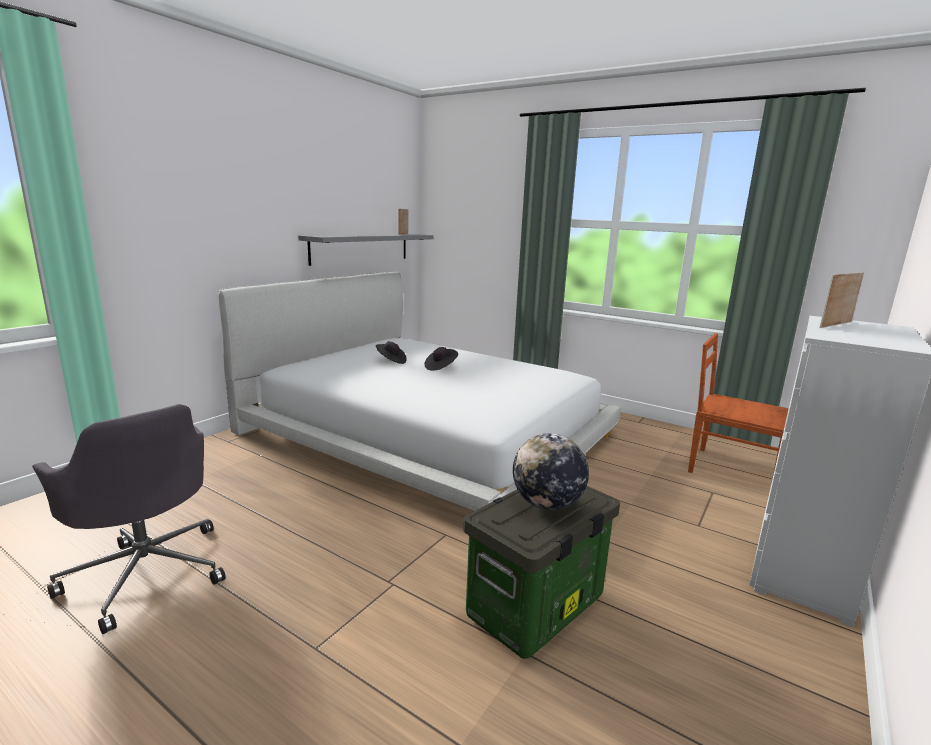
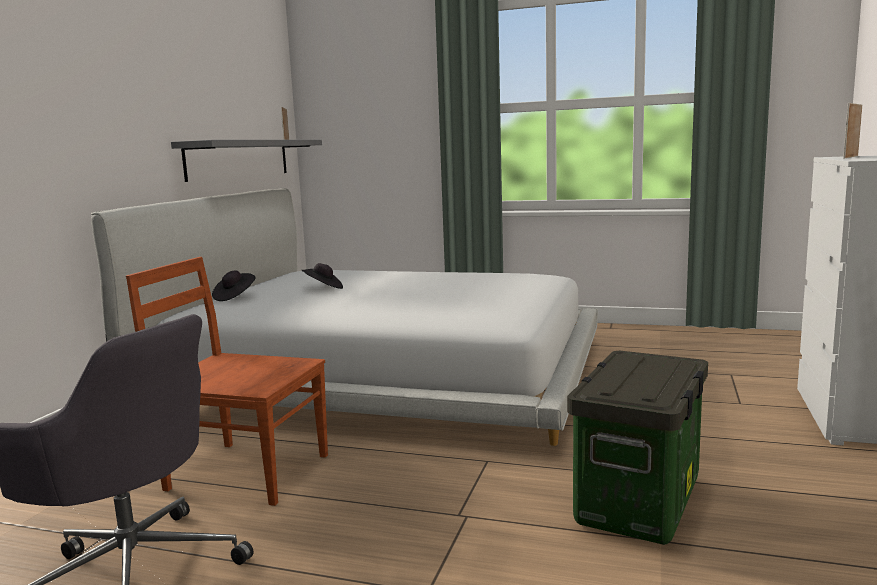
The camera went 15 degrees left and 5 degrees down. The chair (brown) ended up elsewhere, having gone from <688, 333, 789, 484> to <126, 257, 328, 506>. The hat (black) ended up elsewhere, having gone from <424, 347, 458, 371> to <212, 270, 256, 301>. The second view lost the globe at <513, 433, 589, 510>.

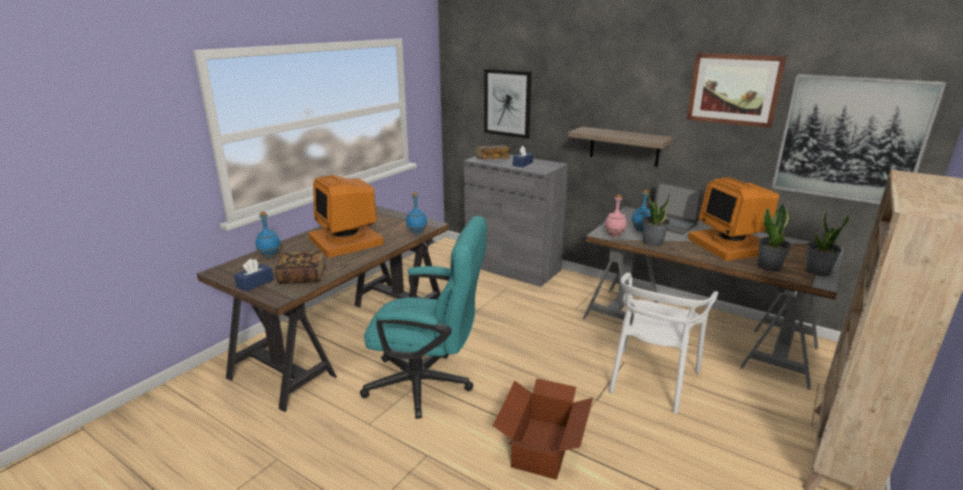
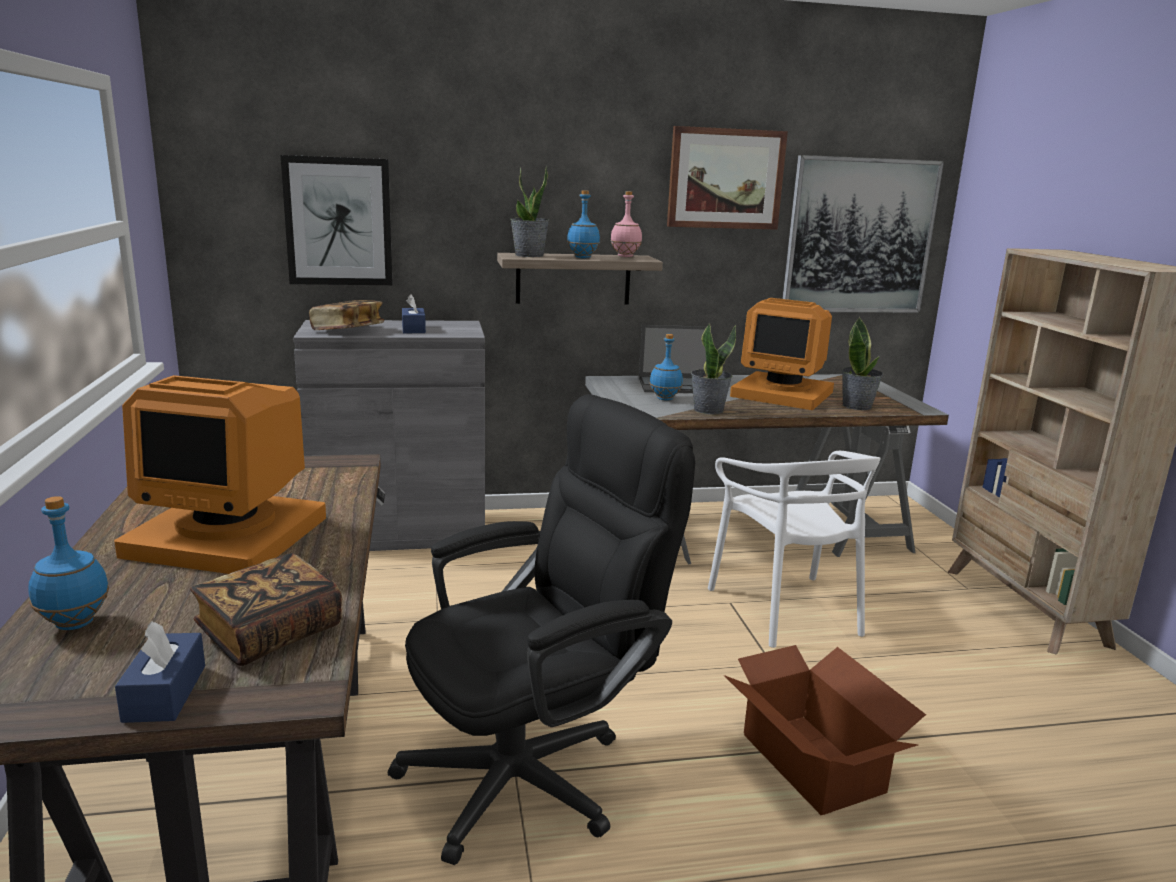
The camera went 45 degrees left and 5 degrees down. The bottle (blue) ended up elsewhere, having gone from <406, 192, 427, 234> to <567, 190, 600, 258>. The bottle (pink) ended up elsewhere, having gone from <605, 195, 627, 237> to <610, 191, 642, 257>. The potted plant ended up elsewhere, having gone from <806, 208, 850, 276> to <510, 166, 549, 257>. What was the office chair (turquoise) at <360, 216, 487, 419> turned into the office chair (black) at <388, 394, 695, 865>.

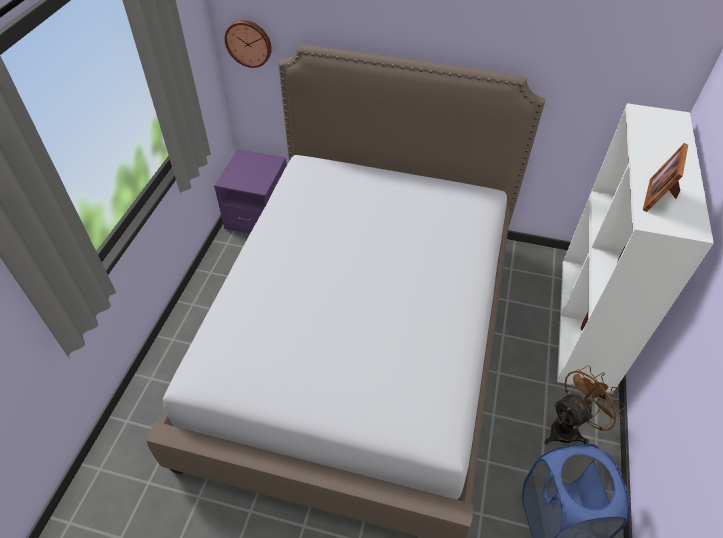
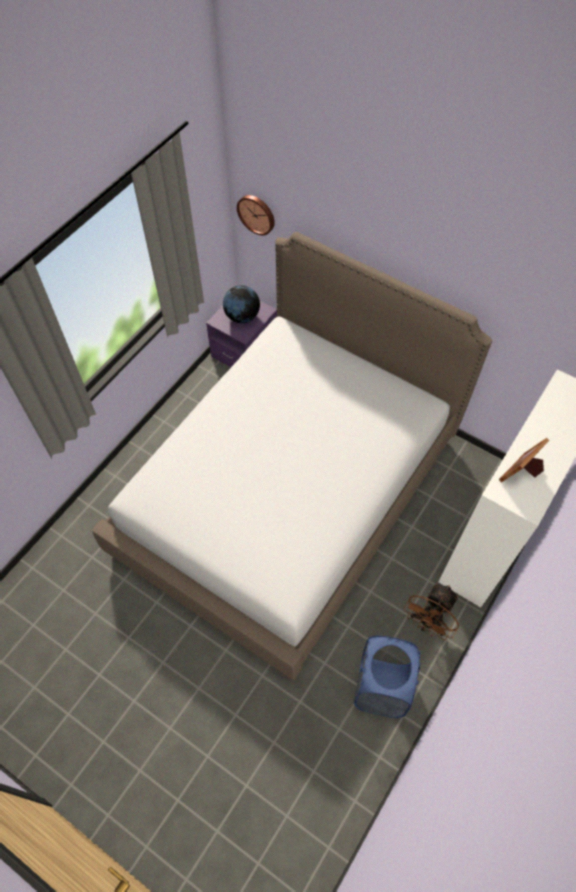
The camera went 20 degrees right and 10 degrees up. The fan (brown) at <544, 366, 626, 445> ended up facing another way, 135 degrees clockwise from before. The second view gained the globe at <223, 285, 260, 323>.

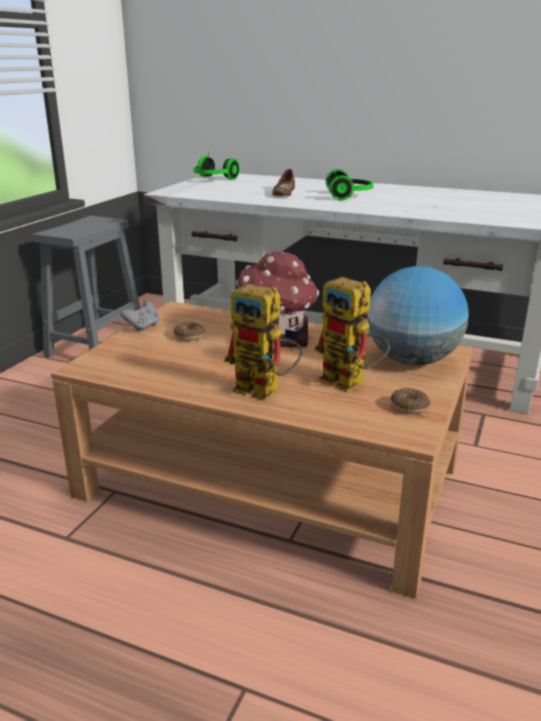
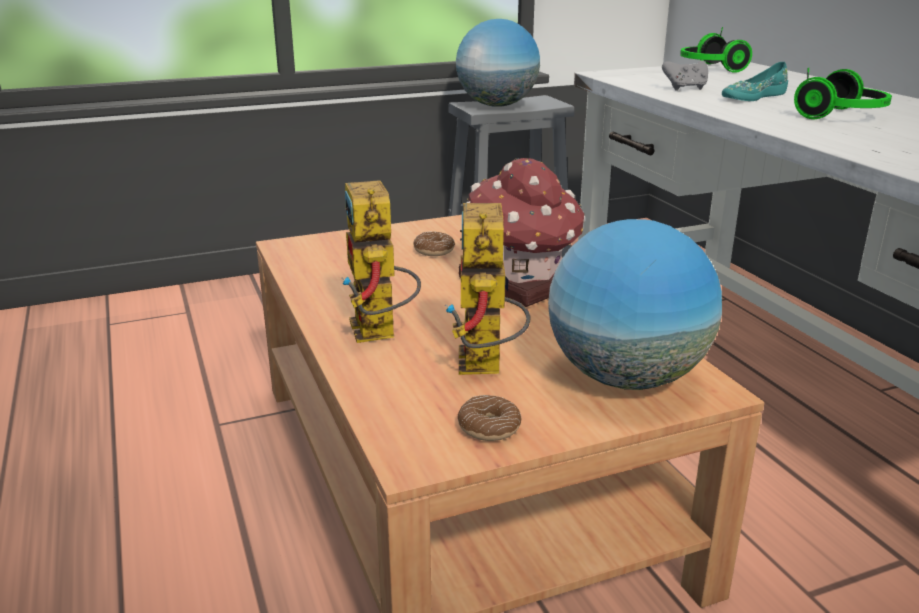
The camera went 45 degrees right and 0 degrees up. What was the shoe (brown) at <272, 169, 295, 196> turned into the shoe (turquoise) at <722, 62, 788, 101>. The game controller (grey) ended up elsewhere, having gone from <120, 301, 159, 332> to <662, 60, 708, 91>. The second view gained the globe at <456, 19, 540, 107>.

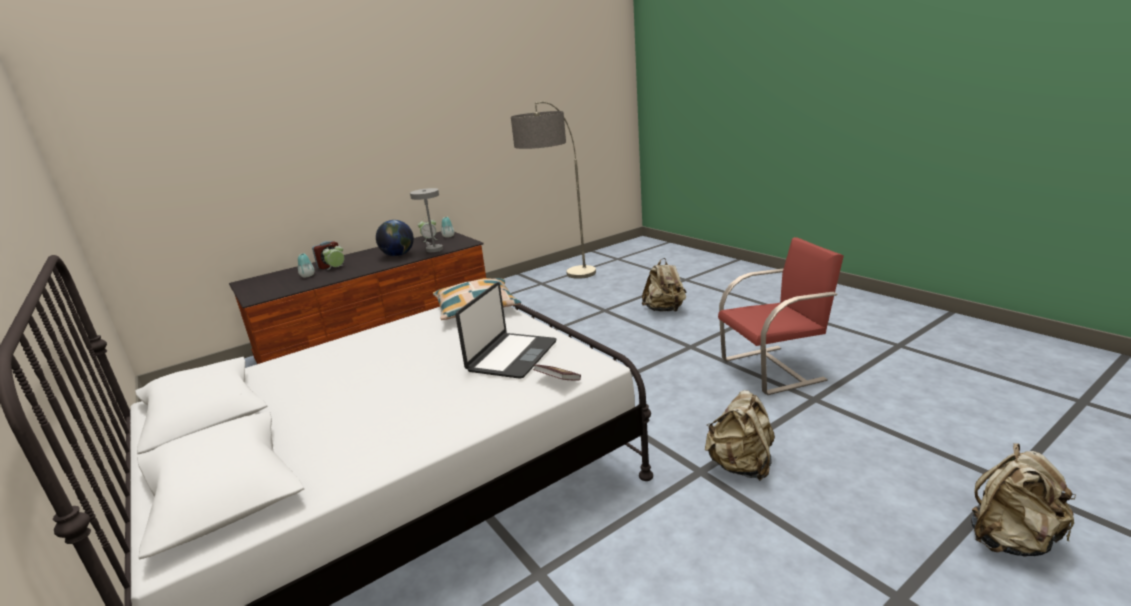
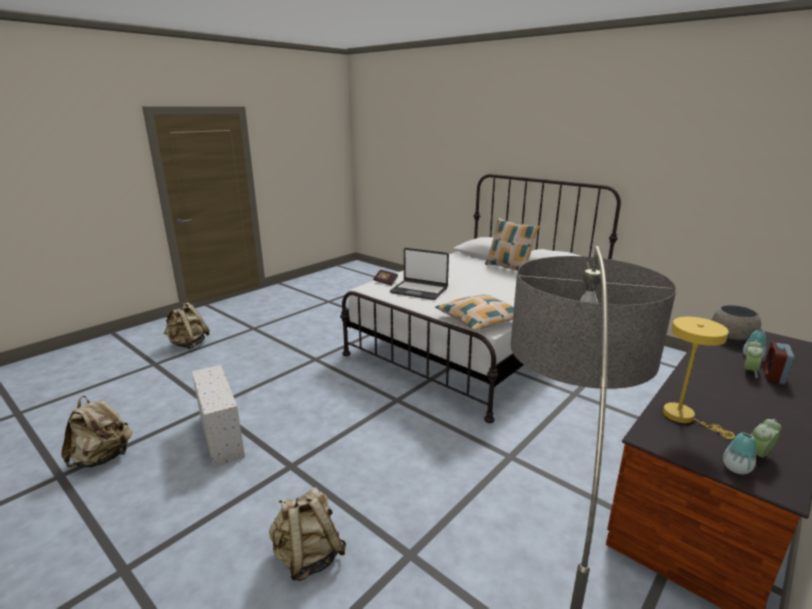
The camera went 165 degrees right and 0 degrees up. What was the table lamp (grey) at <410, 188, 443, 252> turned into the table lamp (yellow) at <663, 317, 735, 439>. The second view lost the globe at <376, 220, 414, 256>. Where the chair (red) stood at <718, 237, 844, 395>, the storage box (white) came to stand at <192, 365, 245, 467>. The laptop at <455, 282, 556, 379> ended up facing another way, 75 degrees counterclockwise from before. The backpack (beige) ended up elsewhere, having gone from <705, 390, 775, 481> to <61, 396, 132, 468>. The second view gained the pillow at <485, 218, 540, 271>. The second view gained the bowl (grey) at <712, 305, 762, 340>.

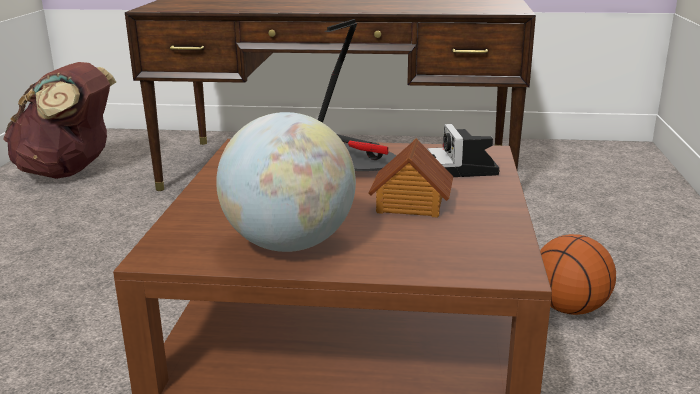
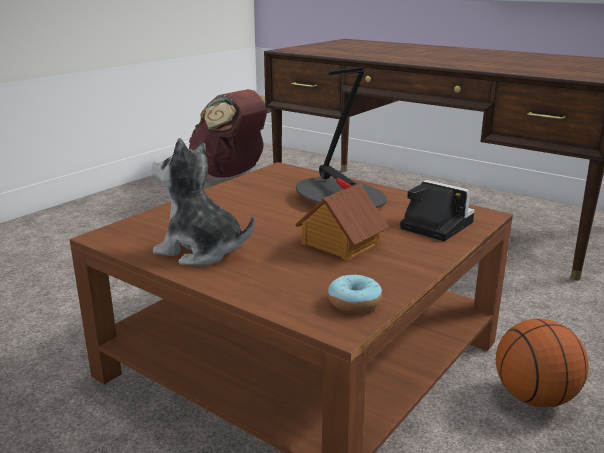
The camera went 30 degrees right and 0 degrees up. Where the globe stood at <216, 112, 356, 252>, the plush toy came to stand at <151, 138, 254, 266>. The photo camera at <427, 124, 500, 177> ended up facing another way, 105 degrees clockwise from before. The second view gained the donut at <328, 274, 382, 313>.

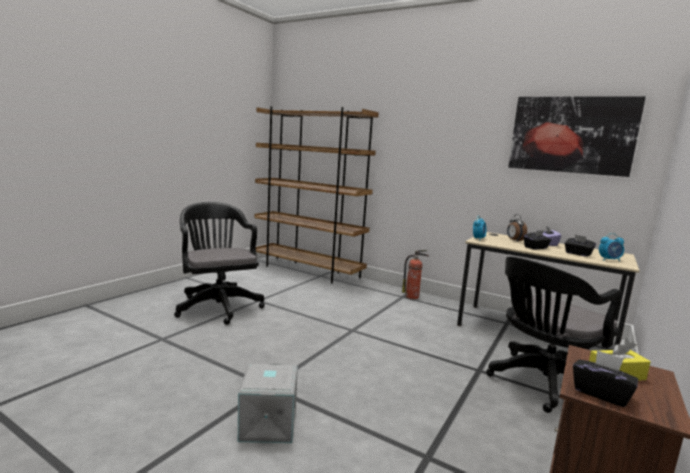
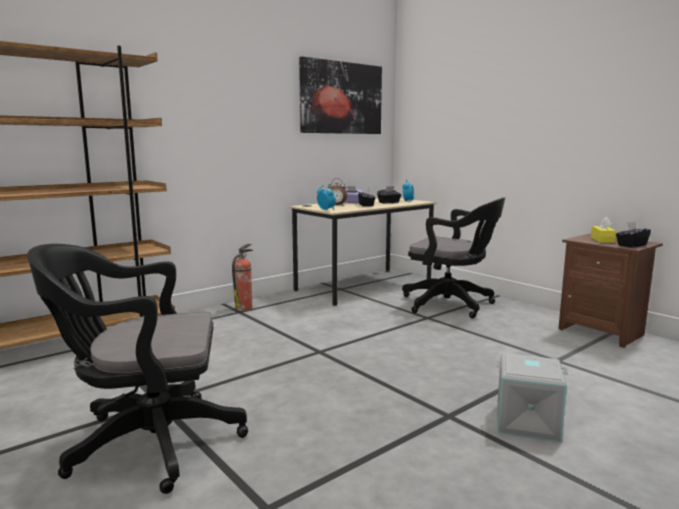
The camera went 70 degrees left and 0 degrees up. The office chair (black) at <486, 257, 622, 413> ended up facing another way, 45 degrees counterclockwise from before.

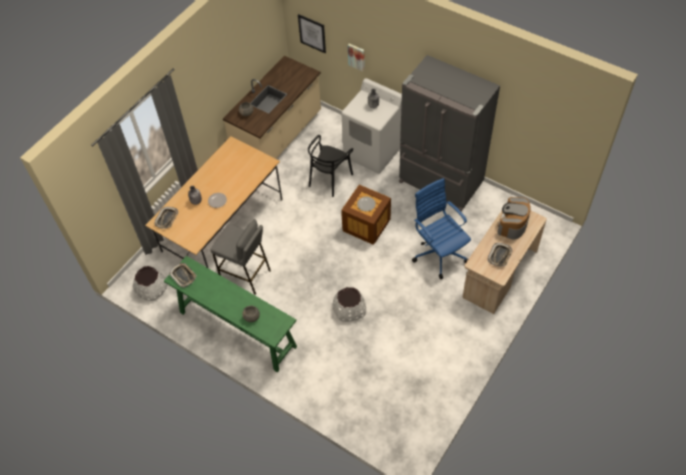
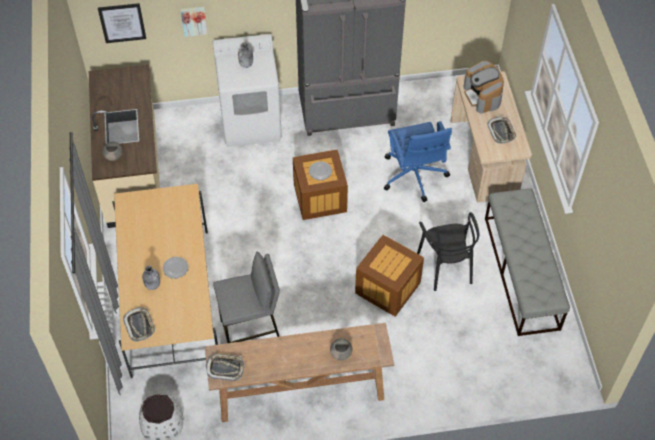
The camera went 45 degrees left and 0 degrees up. The chair (black) ended up elsewhere, having gone from <308, 135, 353, 197> to <417, 212, 479, 291>. The office chair (blue) at <412, 178, 471, 279> ended up facing another way, 120 degrees counterclockwise from before. What was the console table (green) at <164, 256, 297, 373> turned into the console table (brown) at <205, 323, 394, 422>. Where the planter (white) stood at <333, 287, 366, 322>, the crate came to stand at <355, 235, 424, 316>. The second view gained the bench (grey) at <485, 188, 570, 336>.

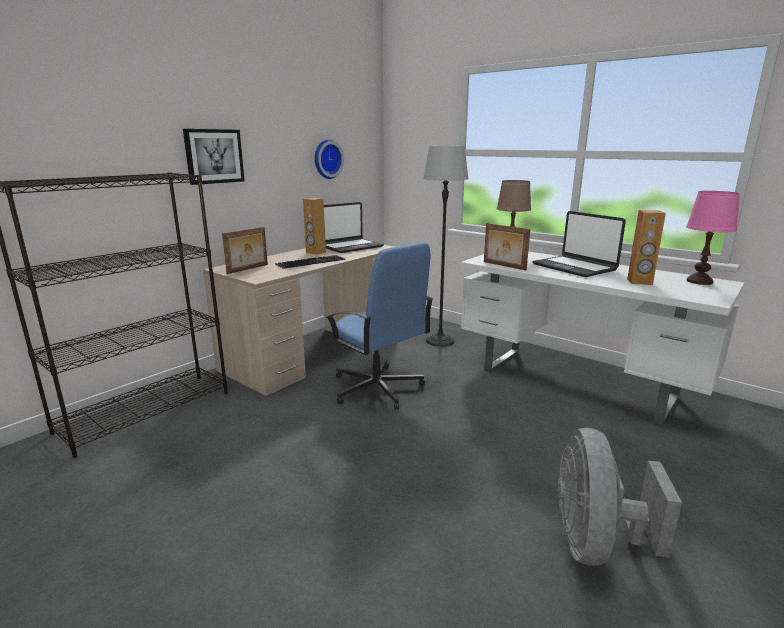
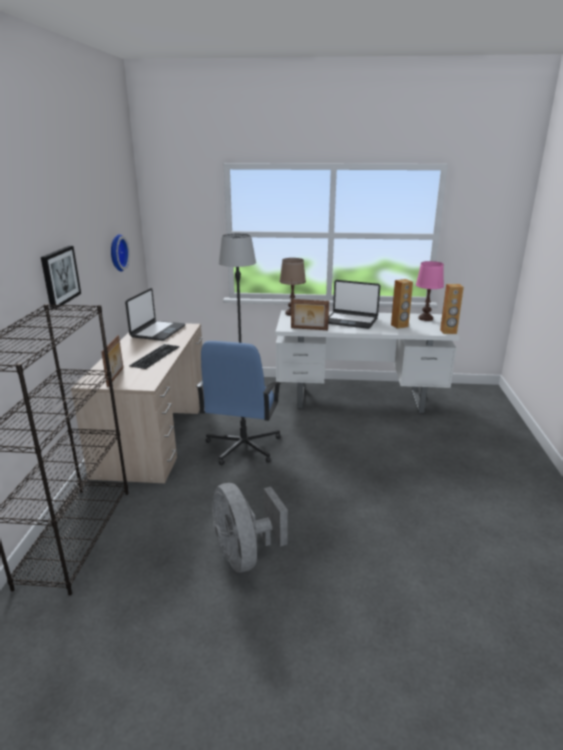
The camera went 35 degrees left and 5 degrees up. The speaker (brown) ended up elsewhere, having gone from <303, 198, 326, 255> to <440, 284, 464, 334>. The office chair (blue) at <326, 242, 433, 410> ended up facing another way, 90 degrees clockwise from before. The fan (grey) ended up elsewhere, having gone from <558, 428, 682, 566> to <212, 483, 288, 572>.

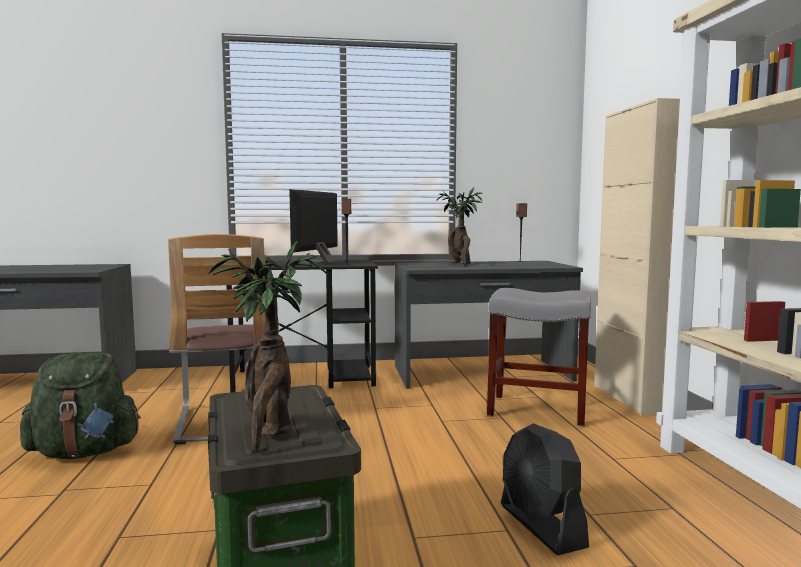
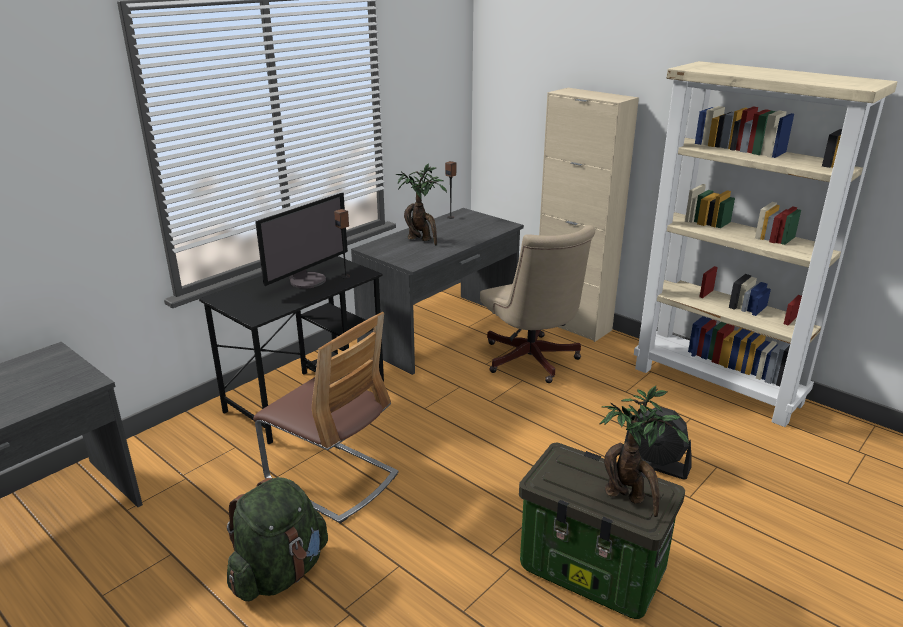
The camera went 40 degrees left and 20 degrees up. The monitor at <289, 189, 338, 264> ended up facing another way, 120 degrees counterclockwise from before. Where the stool (grey) stood at <487, 288, 591, 427>, the office chair (beige) came to stand at <480, 225, 595, 383>.

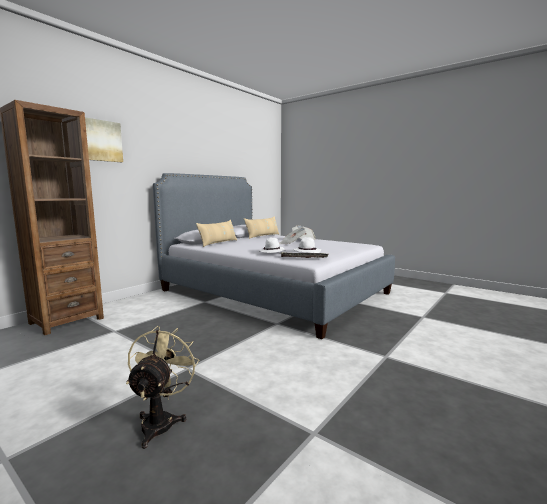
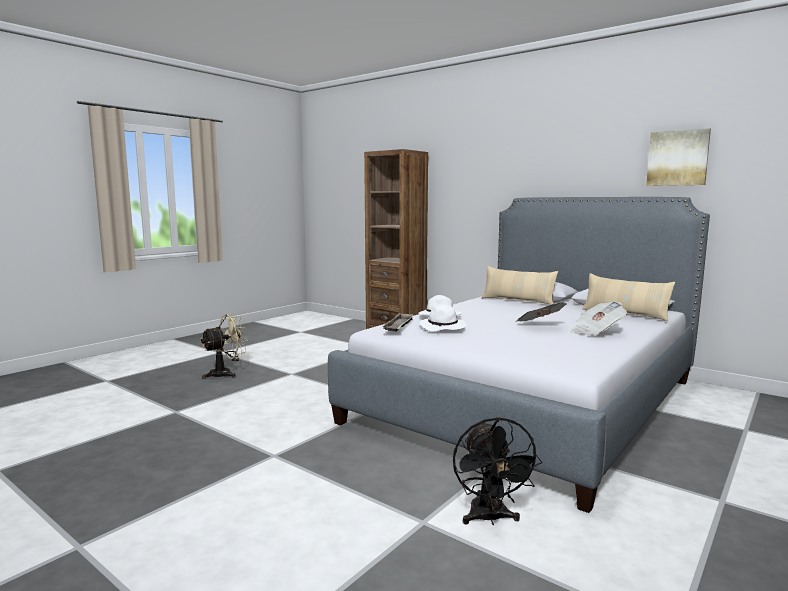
The camera went 90 degrees right and 0 degrees up. The picture ended up elsewhere, having gone from <85, 117, 123, 162> to <646, 128, 711, 186>. The fan (beige) at <126, 326, 199, 449> ended up facing another way, 45 degrees counterclockwise from before. The second view gained the fan (black) at <453, 417, 542, 525>.

